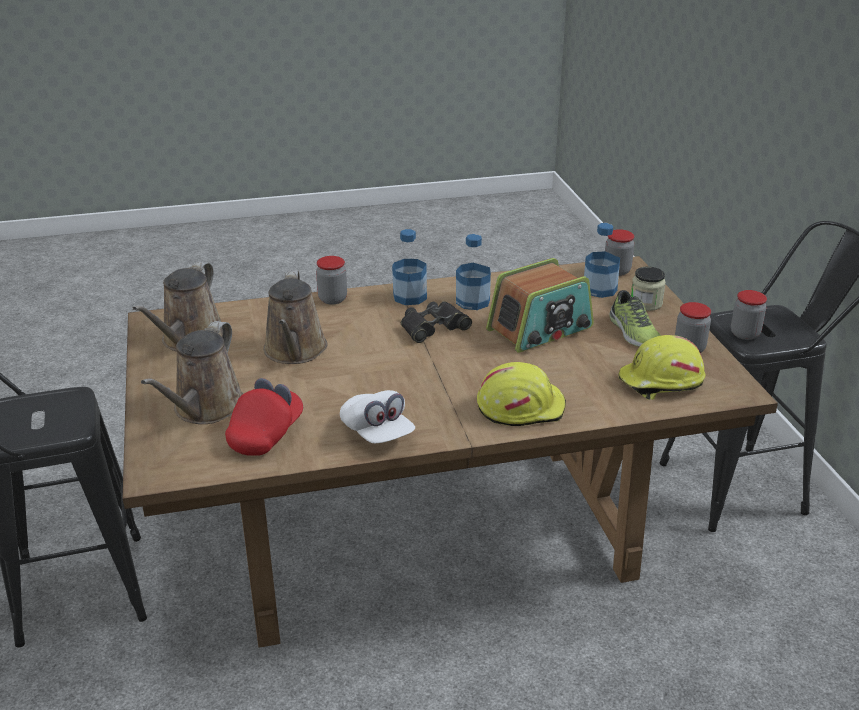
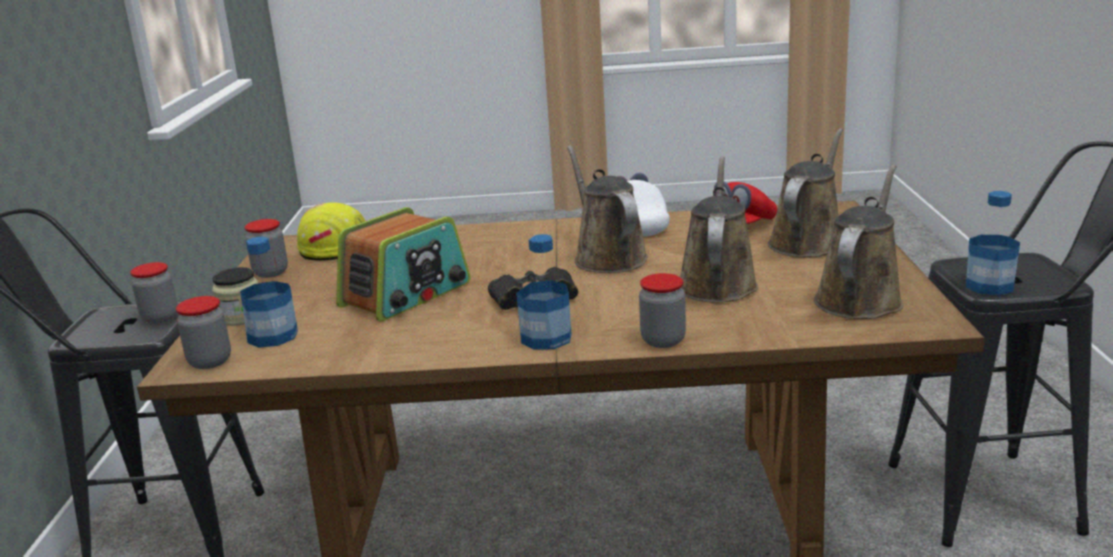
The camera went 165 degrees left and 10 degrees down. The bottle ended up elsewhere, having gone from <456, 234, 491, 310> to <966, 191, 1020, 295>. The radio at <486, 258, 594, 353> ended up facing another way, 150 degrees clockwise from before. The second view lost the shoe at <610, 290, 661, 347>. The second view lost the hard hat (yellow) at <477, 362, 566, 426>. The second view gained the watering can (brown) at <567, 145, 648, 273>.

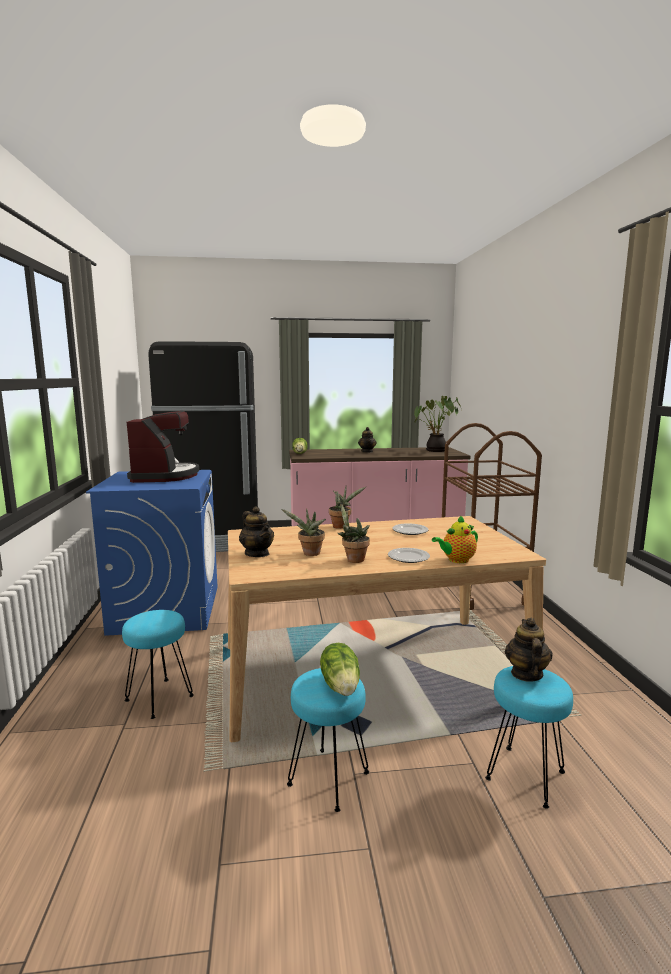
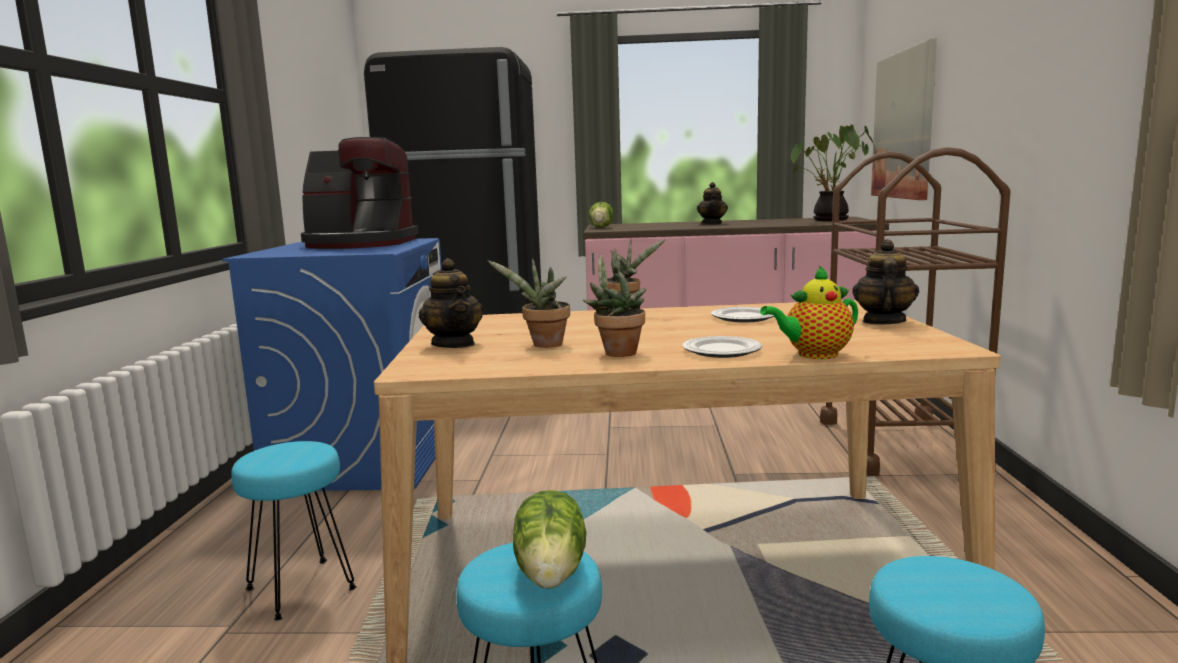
The camera went 10 degrees right and 0 degrees up. The coffee machine at <127, 411, 199, 483> ended up facing another way, 90 degrees clockwise from before. The teapot ended up elsewhere, having gone from <505, 618, 553, 682> to <852, 239, 919, 325>. The second view gained the picture at <871, 39, 937, 200>.

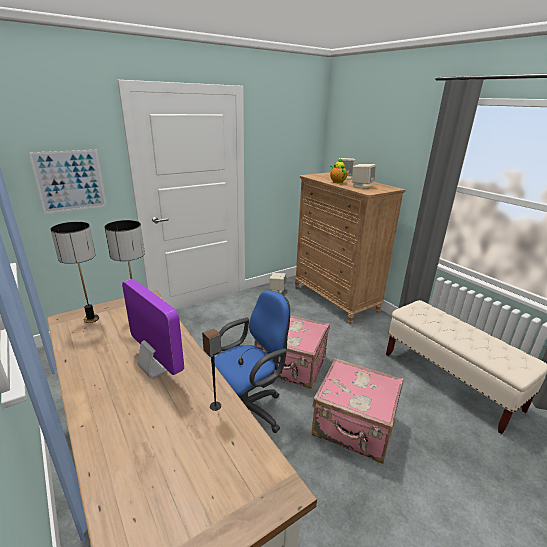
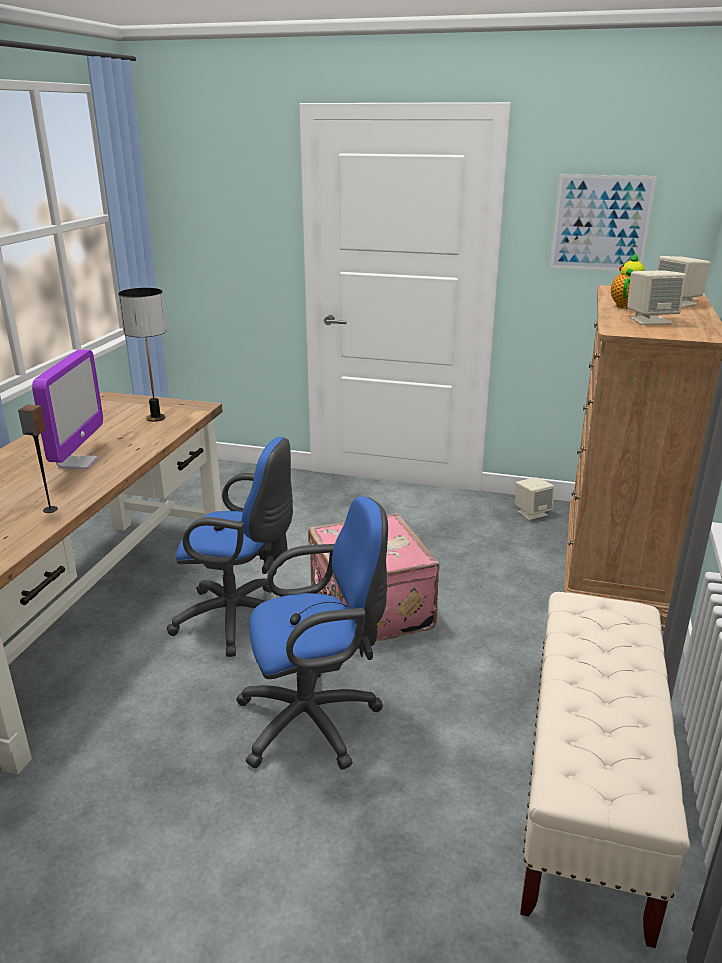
The camera went 50 degrees right and 0 degrees up. The picture ended up elsewhere, having gone from <29, 150, 107, 214> to <550, 174, 657, 271>. The second view lost the table lamp at <50, 222, 99, 323>. Where the suitcase (pink) stood at <312, 358, 404, 464>, the office chair (blue) came to stand at <236, 496, 388, 770>.

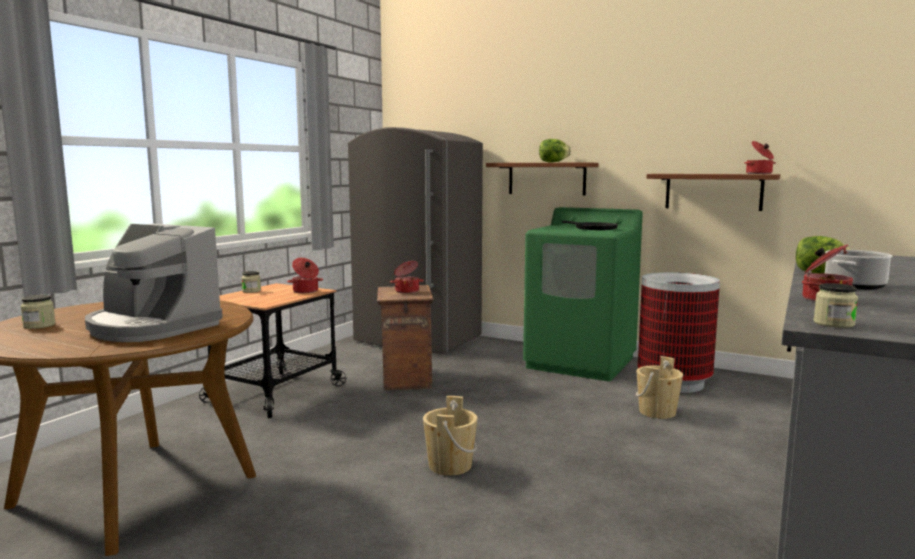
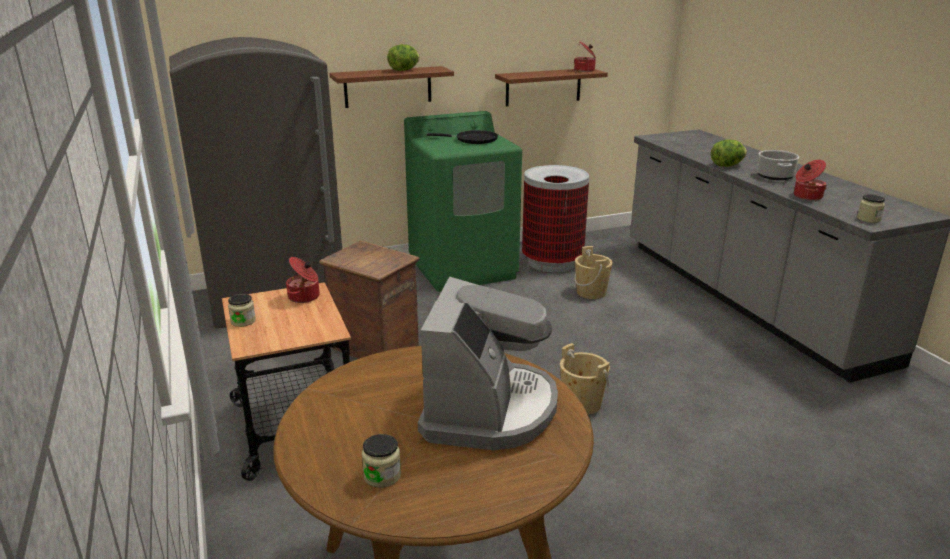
The camera went 50 degrees left and 15 degrees up. The coffee machine at <85, 224, 223, 342> ended up facing another way, 60 degrees counterclockwise from before. The second view lost the cooking pot at <390, 261, 424, 294>.

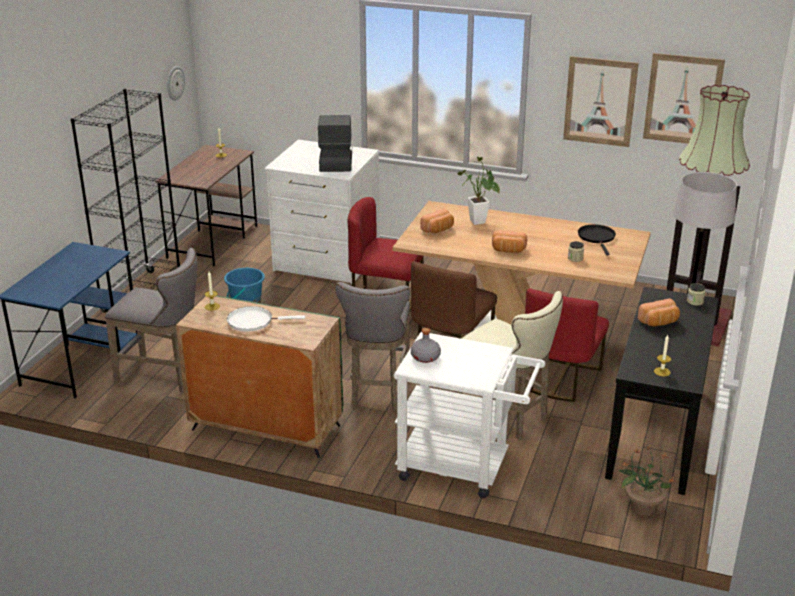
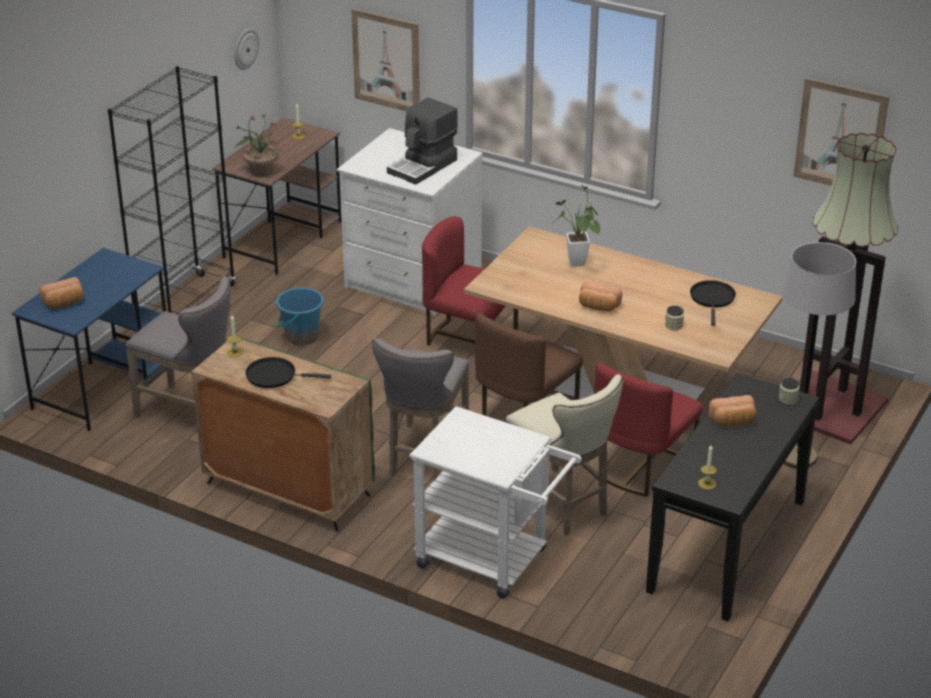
The camera went 10 degrees right and 5 degrees up. The picture ended up elsewhere, having gone from <563, 56, 639, 147> to <351, 9, 420, 111>. The coffee machine at <318, 115, 352, 172> ended up facing another way, 150 degrees counterclockwise from before. The bread ended up elsewhere, having gone from <420, 209, 454, 233> to <39, 277, 84, 309>. What was the frying pan (white) at <227, 306, 305, 332> turned into the frying pan (black) at <245, 357, 331, 388>. The second view lost the bottle (grey) at <411, 328, 441, 363>. The potted plant ended up elsewhere, having gone from <618, 445, 676, 516> to <235, 115, 282, 177>.

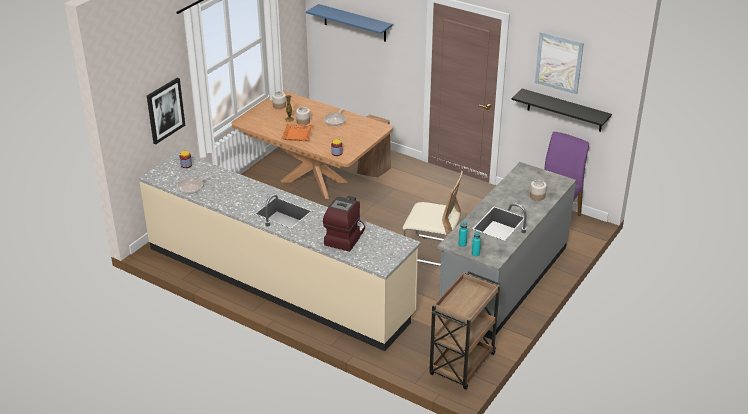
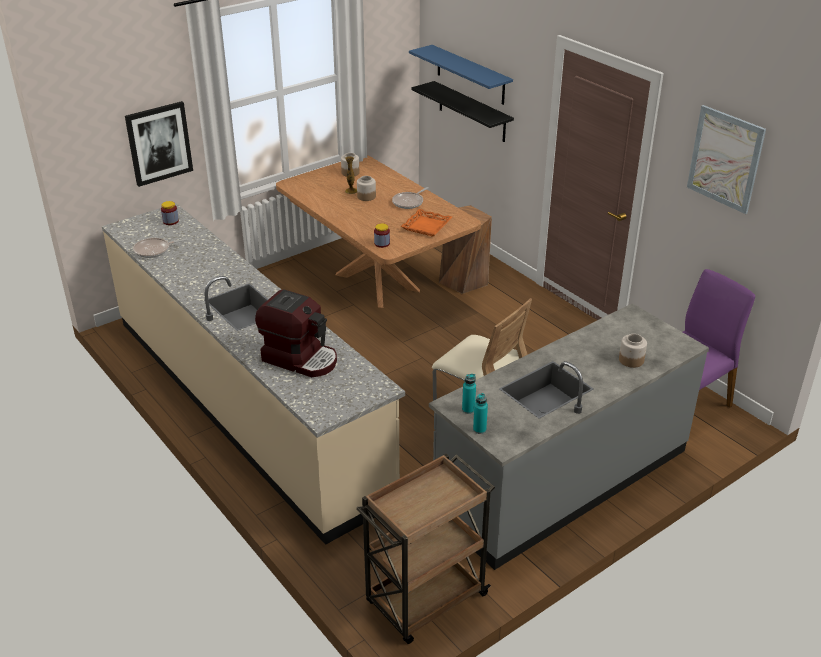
The camera went 20 degrees right and 0 degrees up. The shelf (black) ended up elsewhere, having gone from <512, 88, 612, 132> to <411, 81, 514, 142>. The tray (orange) ended up elsewhere, having gone from <282, 123, 313, 141> to <400, 209, 452, 237>. The coffee machine at <323, 196, 365, 252> ended up facing another way, 75 degrees clockwise from before.

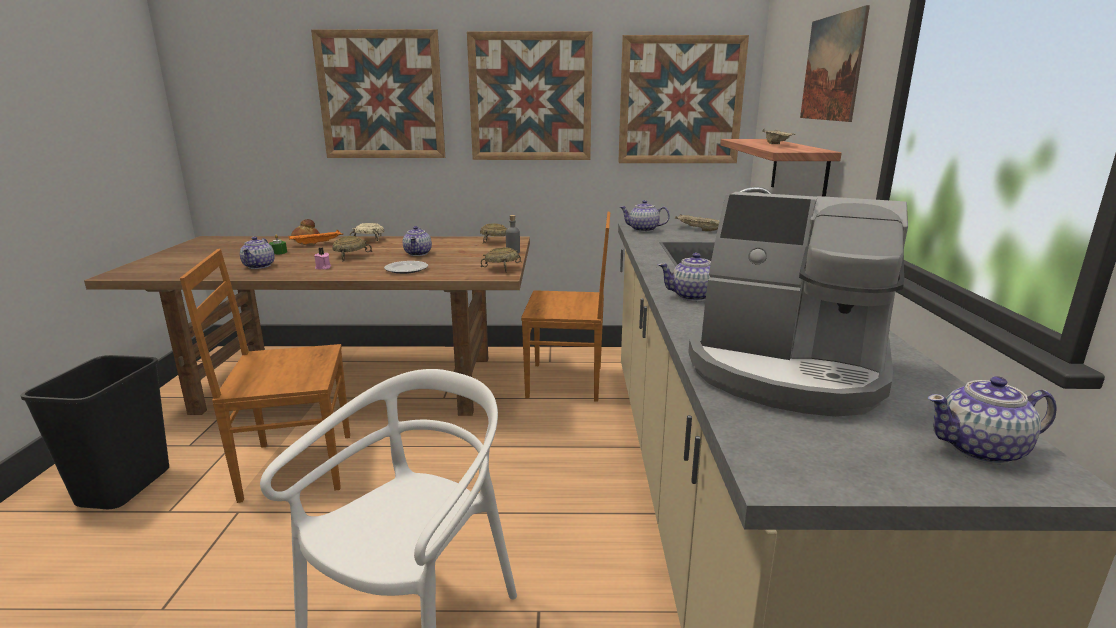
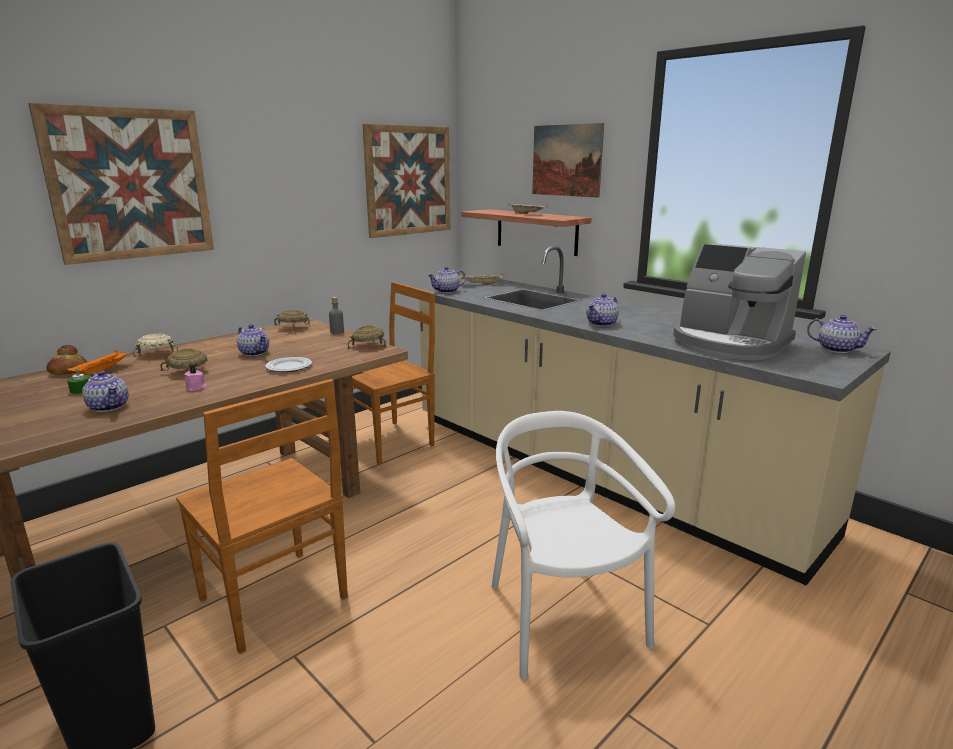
The camera went 45 degrees left and 0 degrees up. The second view lost the picture at <467, 31, 593, 160>. The coffee machine at <688, 192, 908, 417> ended up facing another way, 60 degrees clockwise from before. The chair (brown) at <180, 249, 350, 503> ended up facing another way, 75 degrees counterclockwise from before. The teapot at <928, 376, 1056, 465> ended up facing another way, 90 degrees counterclockwise from before.

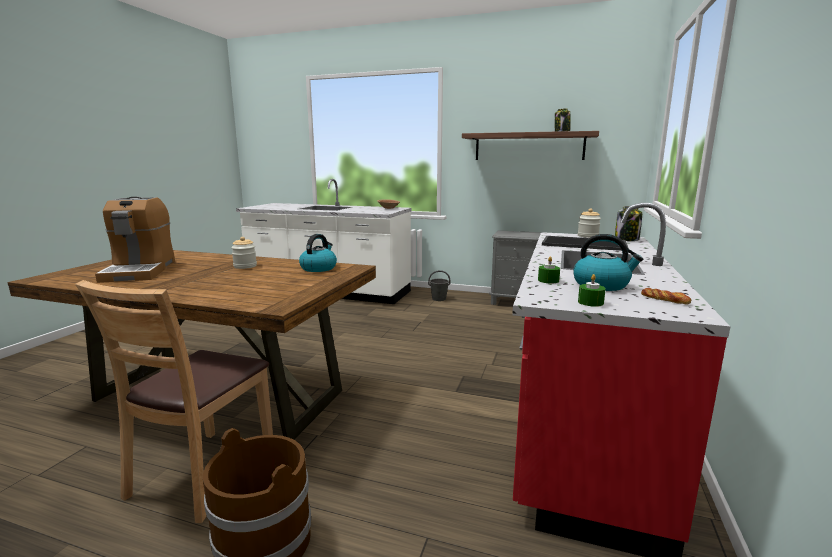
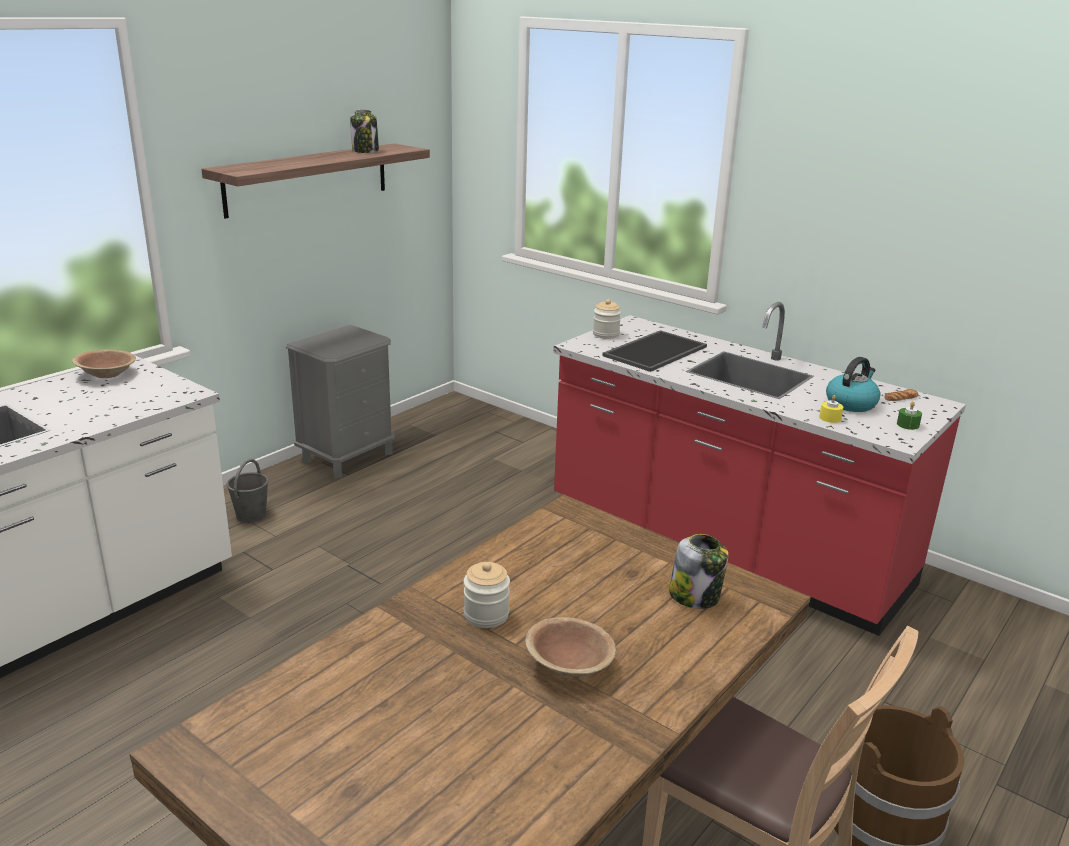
The camera went 70 degrees left and 10 degrees up. The second view lost the coffee machine at <95, 196, 175, 283>. The jar ended up elsewhere, having gone from <615, 206, 642, 241> to <669, 534, 729, 609>. The second view lost the kettle at <299, 234, 337, 272>. What was the candle (green) at <538, 257, 560, 284> turned into the candle (yellow) at <819, 395, 843, 423>. The second view gained the bowl (brown) at <525, 617, 616, 677>.

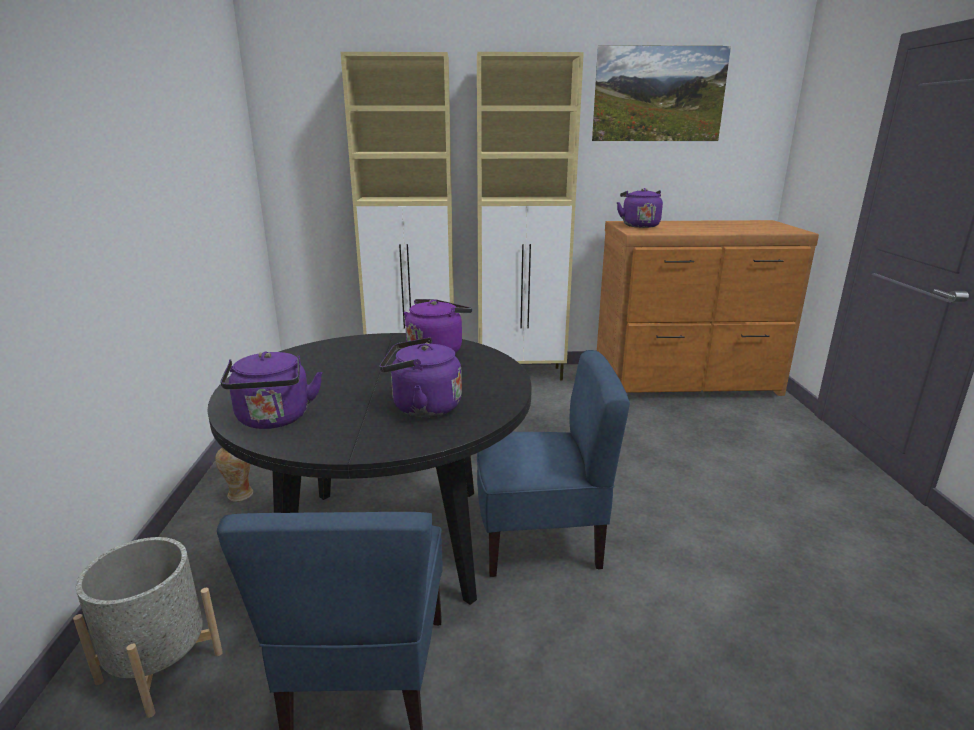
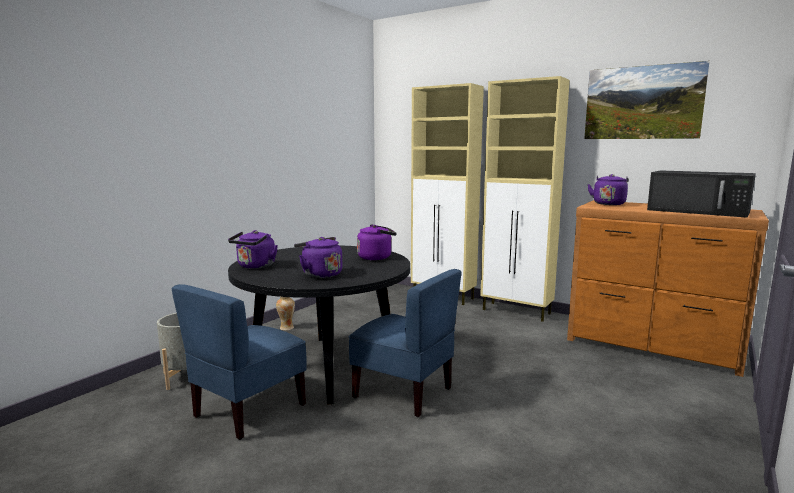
The camera went 35 degrees right and 10 degrees down. The second view gained the microwave (black) at <647, 170, 756, 218>.

